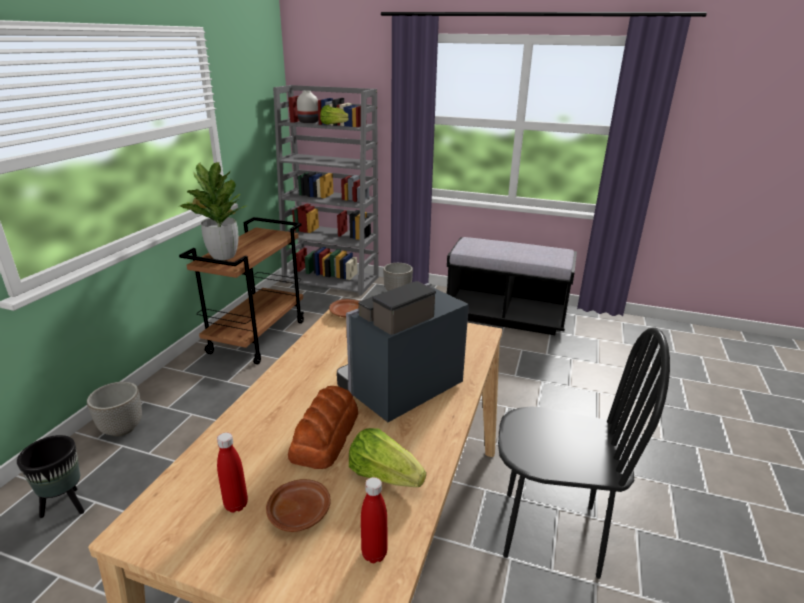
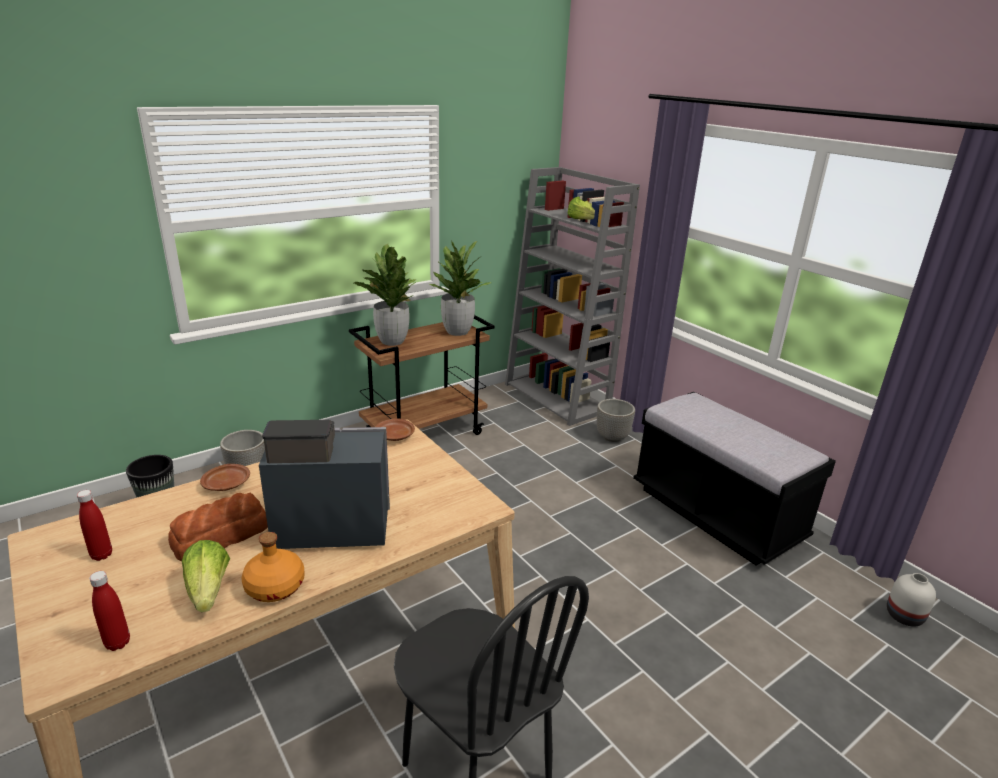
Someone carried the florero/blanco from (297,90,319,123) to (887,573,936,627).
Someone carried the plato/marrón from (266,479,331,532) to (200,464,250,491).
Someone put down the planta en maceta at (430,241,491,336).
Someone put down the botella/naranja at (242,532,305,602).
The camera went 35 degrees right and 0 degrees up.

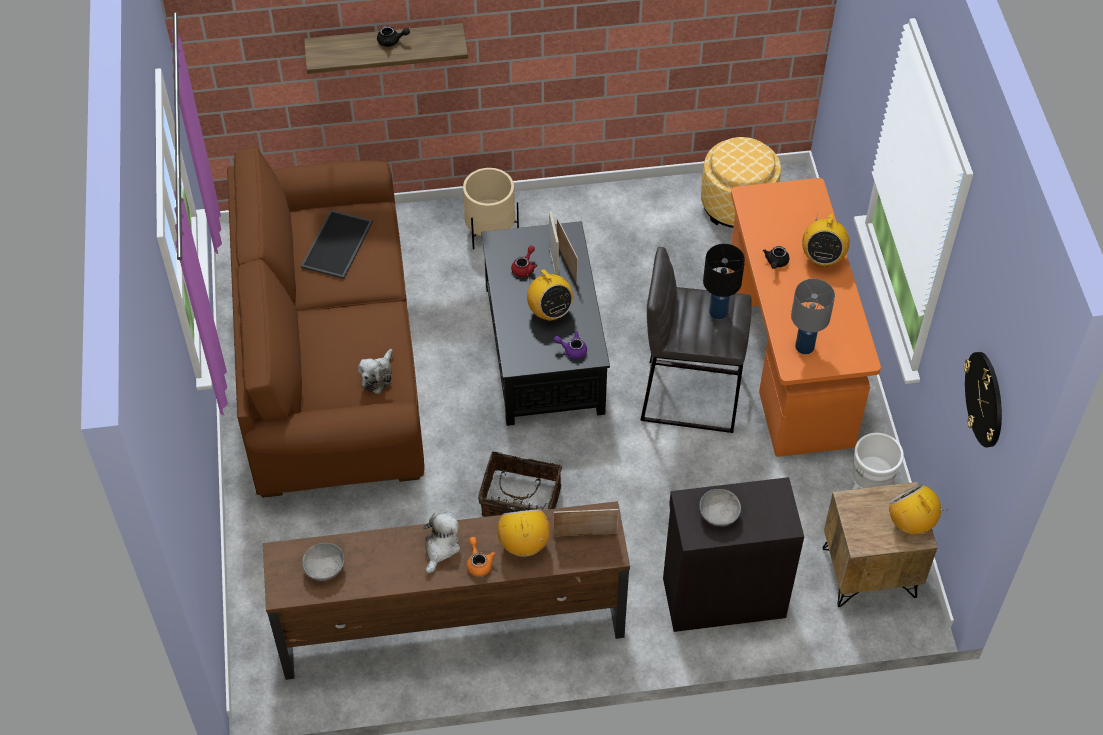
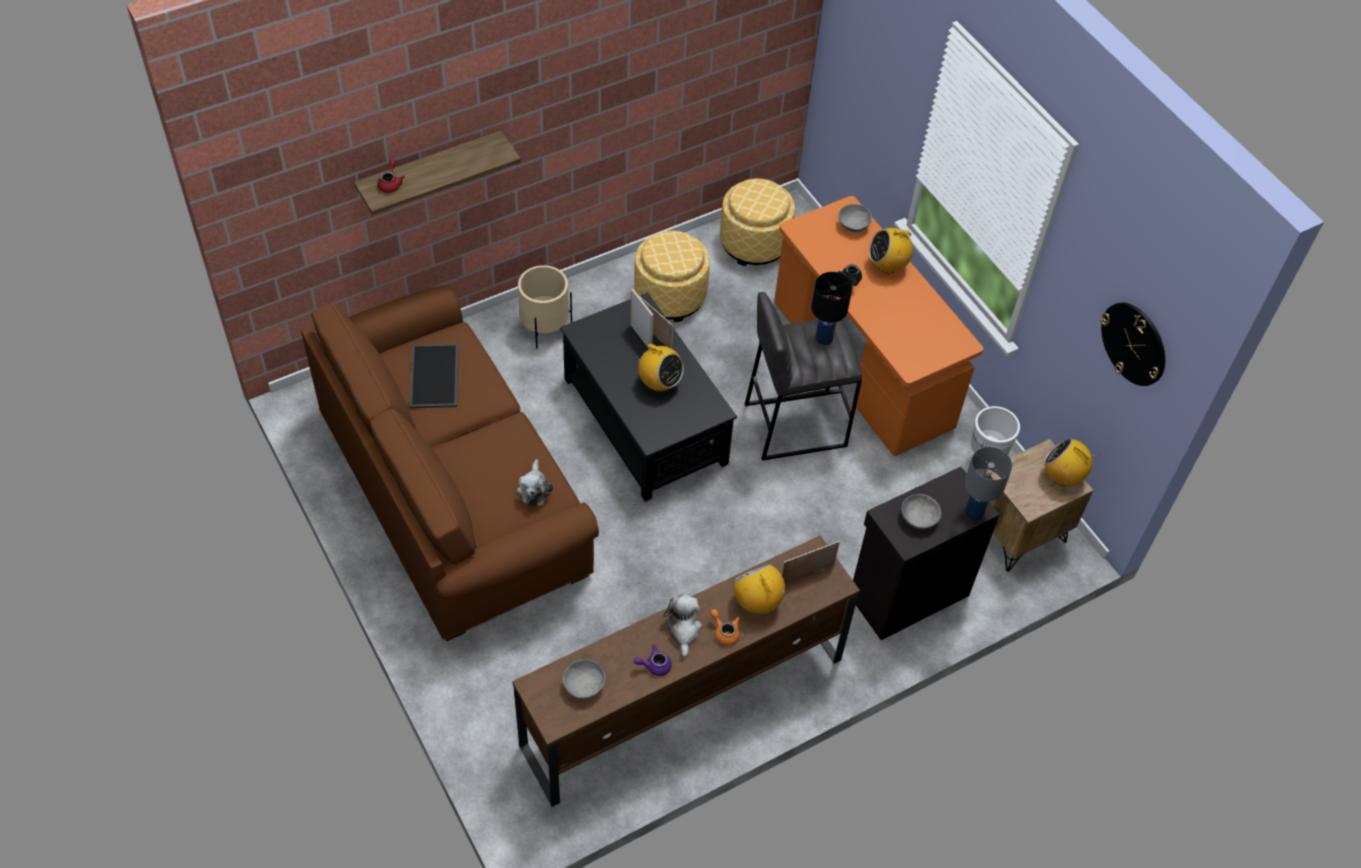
Someone took away the tetera/negro at (377,26,410,47).
Someone rotated the radio at (802,213,849,267) by 90 degrees clockwise.
Someone carried the tetera/rojo from (511,245,537,277) to (377,159,405,193).
Someone carried the lámpara de mesa/gris from (791,279,835,354) to (964,447,1012,521).
Someone carried the tetera/morado from (554,331,587,359) to (634,644,672,676).
Someone took away the cesta at (478,451,562,517).
Someone put down the cuenco/gris at (838,204,872,232).
Someone put down the puf at (634,231,710,322).
The camera went 25 degrees left and 0 degrees up.

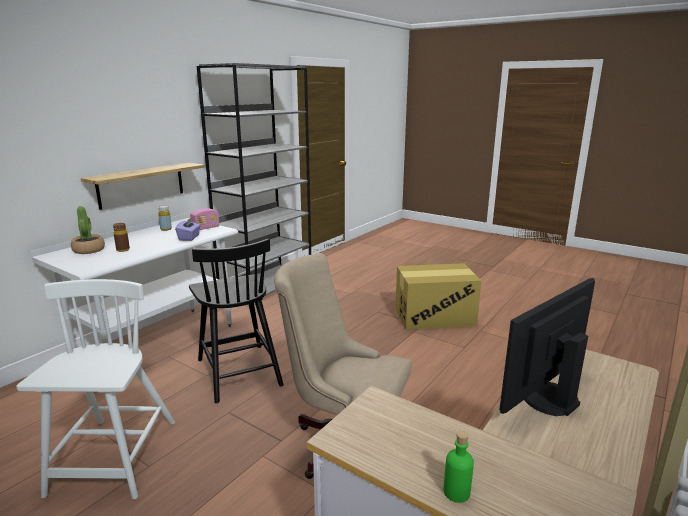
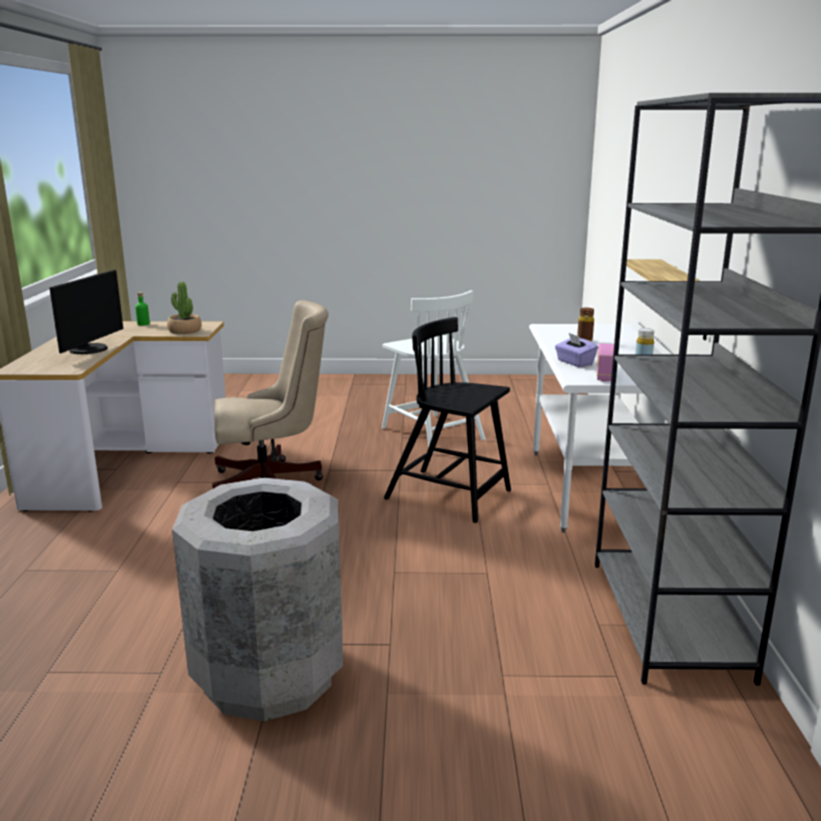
Someone carried the planta en maceta from (71,206,105,254) to (167,282,202,334).
Someone swapped the caja de cartón at (395,263,482,330) for the papelera/gris at (172,478,343,721).
The camera went 145 degrees right and 0 degrees up.

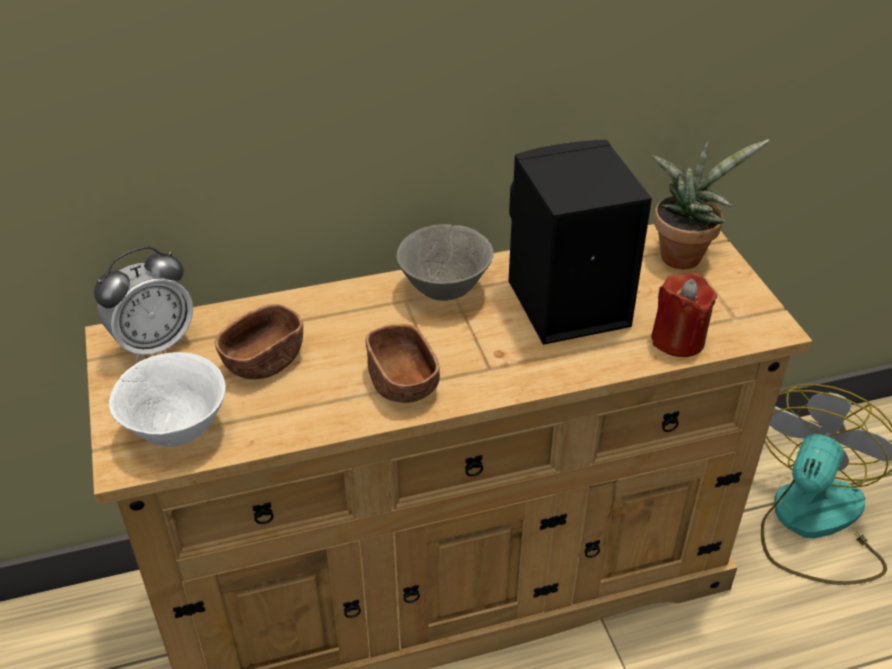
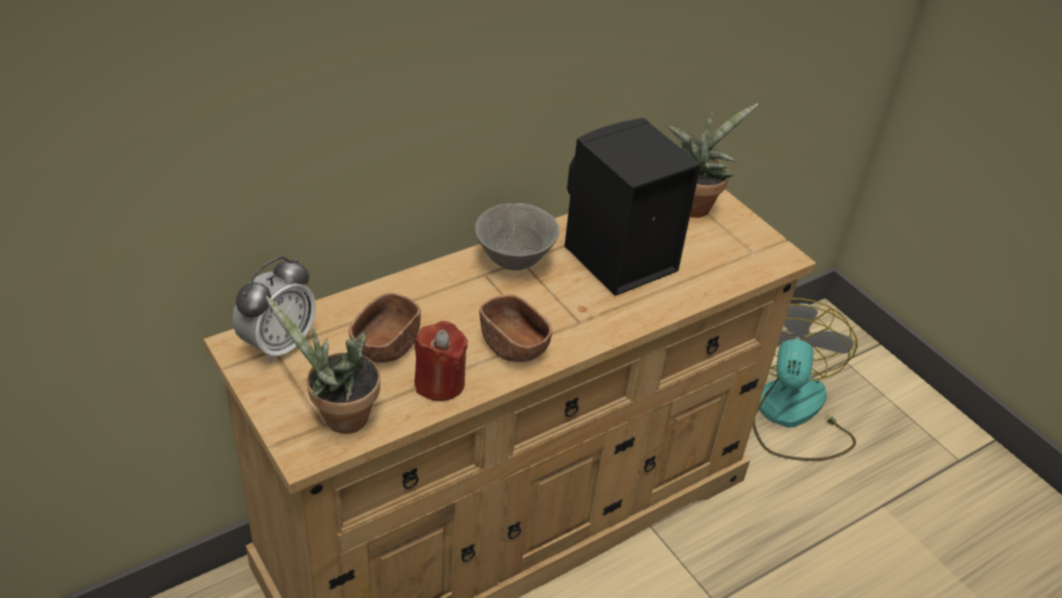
Someone carried the vela/rojo from (651,273,717,357) to (414,321,468,401).
Someone swapped the cuenco/blanco at (109,352,226,447) for the planta en maceta at (266,296,380,434).
The camera went 20 degrees left and 0 degrees up.

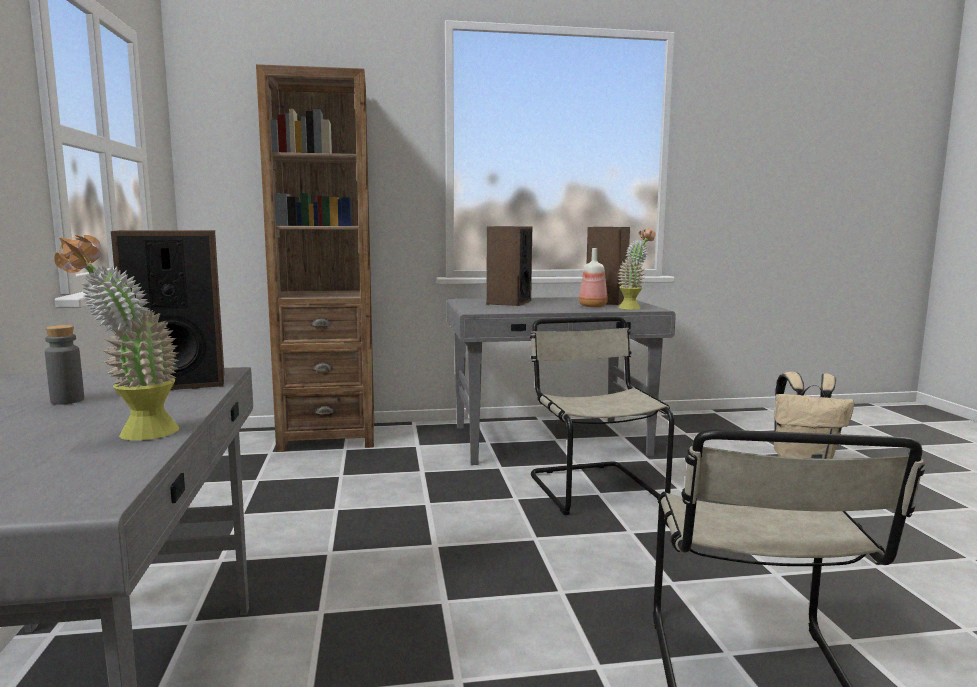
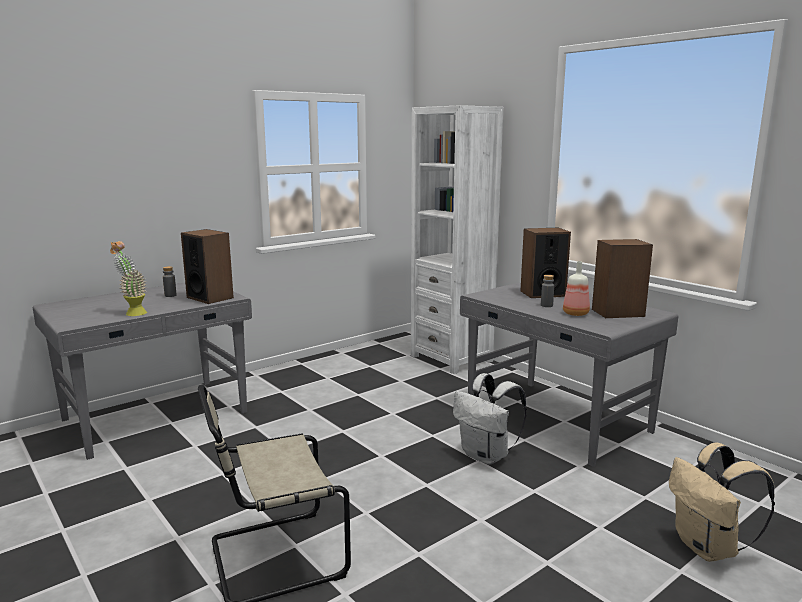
Someone repainted the estantería/marrón at (256,64,374,452), which became the estantería/blanco at (411,105,504,374).
Someone took away the planta en maceta at (618,228,656,310).
Someone swapped the silla/beis at (530,317,674,515) for the mochila/blanco at (453,373,527,465).
Someone put down the botella/gris at (541,275,554,307).
The camera went 60 degrees right and 5 degrees up.

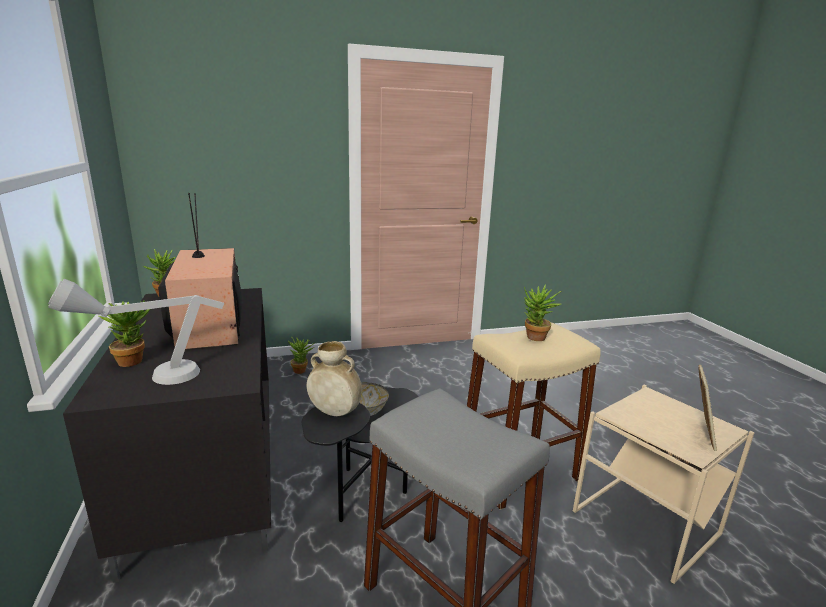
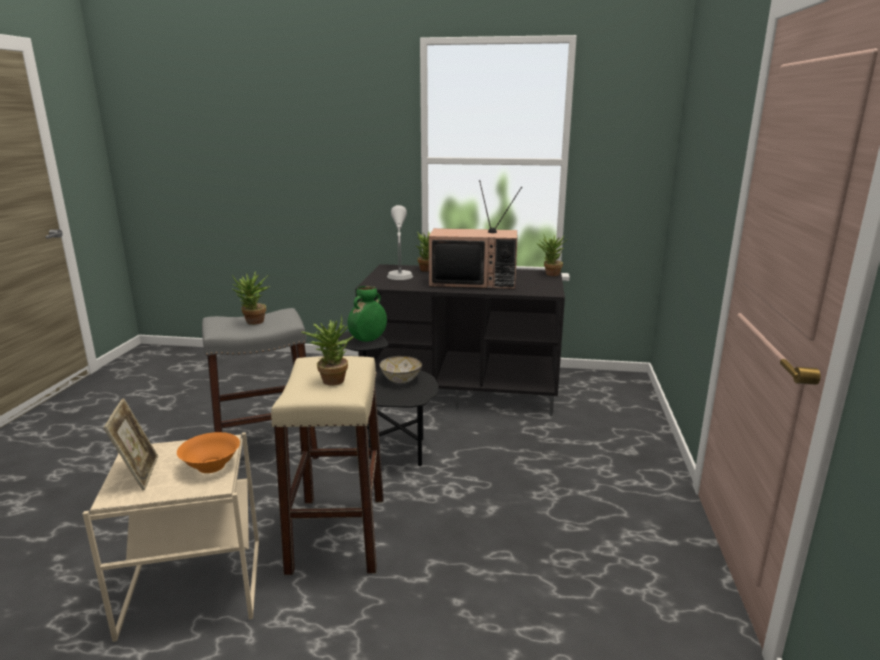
Someone carried the planta en maceta from (288,337,316,374) to (232,271,270,325).
Someone repainted the florero/beis at (307,341,362,416), which became the florero/verde at (347,286,387,342).
Someone rotated the portarretratos at (698,365,717,451) by 150 degrees counterclockwise.
Someone put down the cuenco/naranja at (177,432,240,473).
The camera went 115 degrees right and 0 degrees up.

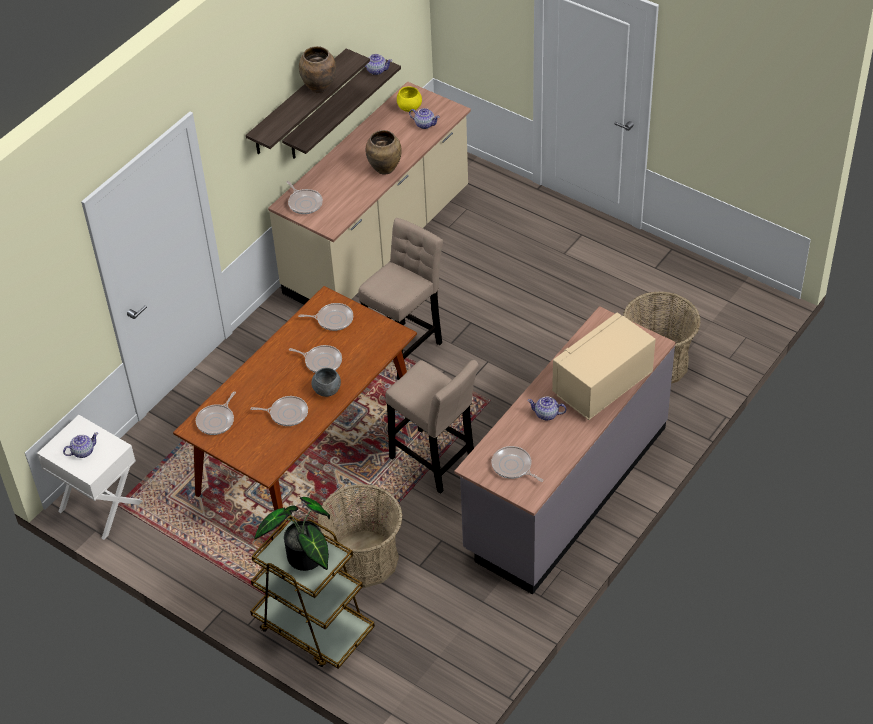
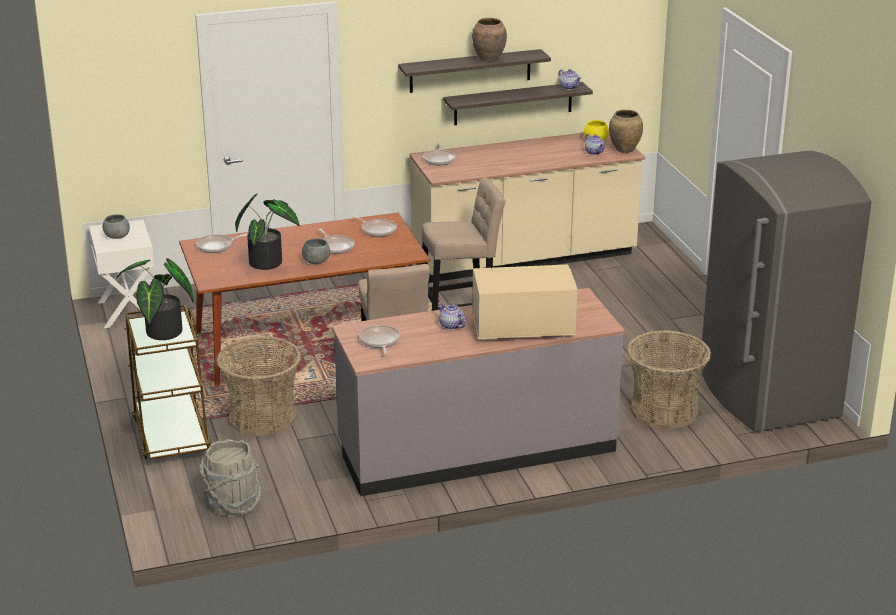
Someone carried the florero/marrón from (366,130,402,175) to (609,110,643,153).
Someone swapped the sartén at (251,396,308,426) for the planta en maceta at (235,194,300,270).
Someone swapped the tetera at (63,433,98,458) for the cuenco/gris at (103,214,130,239).
Someone put down the nevera/gris at (700,151,872,432).
Someone put down the cubo/gris at (200,439,261,517).
The camera went 35 degrees right and 20 degrees down.

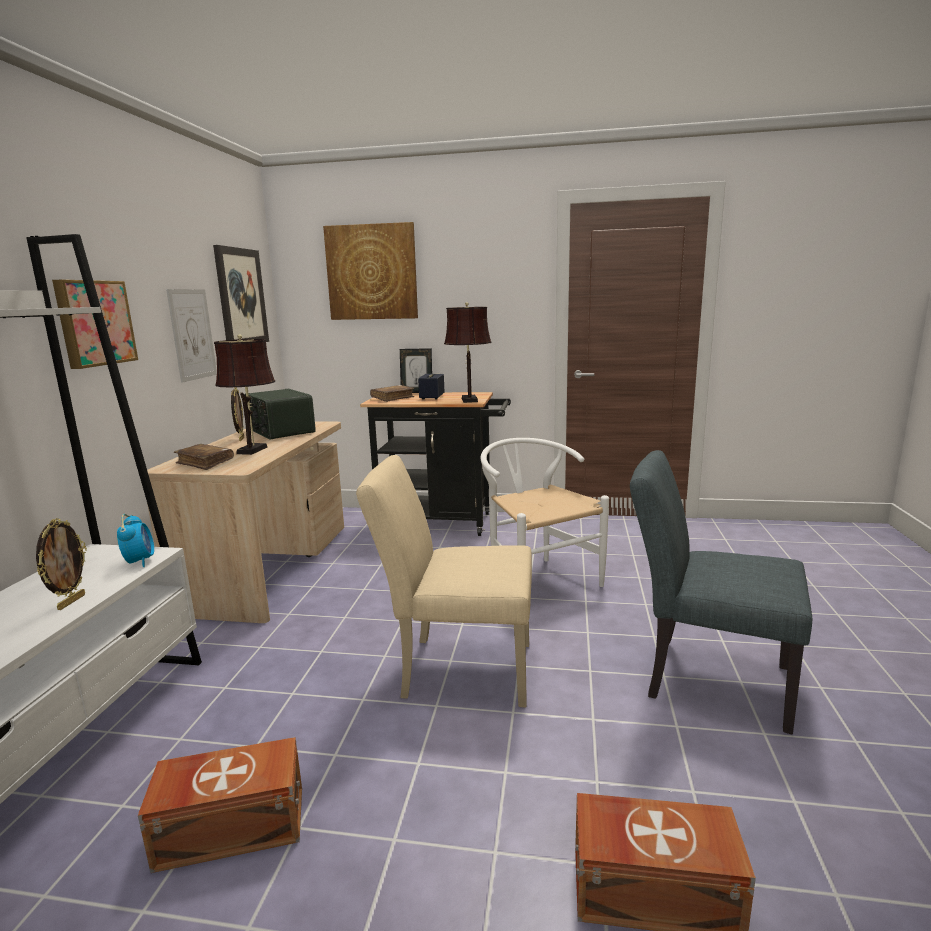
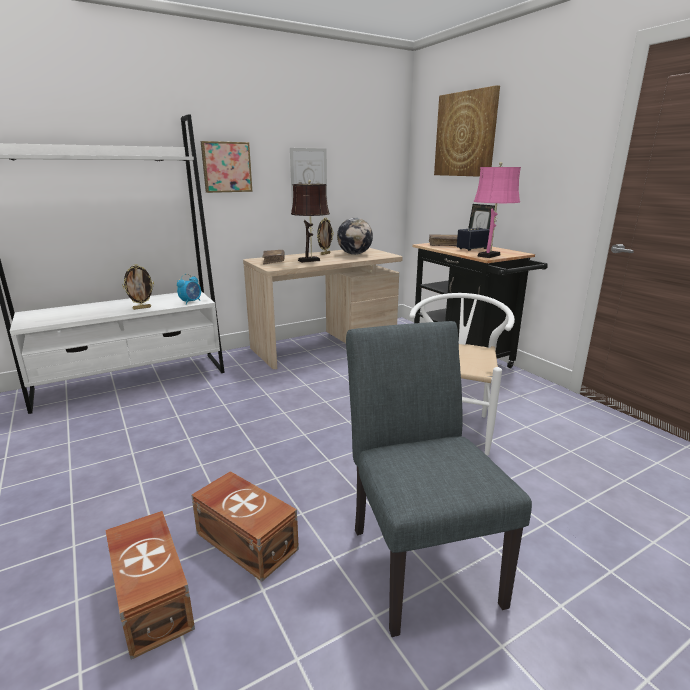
Someone took away the cuadro at (213,245,269,342).
Someone repainted the lámpara de mesa/marrón at (444,302,491,403), which became the lámpara de mesa/rosa at (474,162,521,258).
Someone swapped the radio at (245,389,316,440) for the globo terráqueo at (337,218,373,255).
Someone took away the silla/beis at (356,455,532,708).
Someone carried the caja de almacenaje/marrón from (138,737,302,873) to (191,471,299,581).
The camera went 50 degrees right and 5 degrees up.

